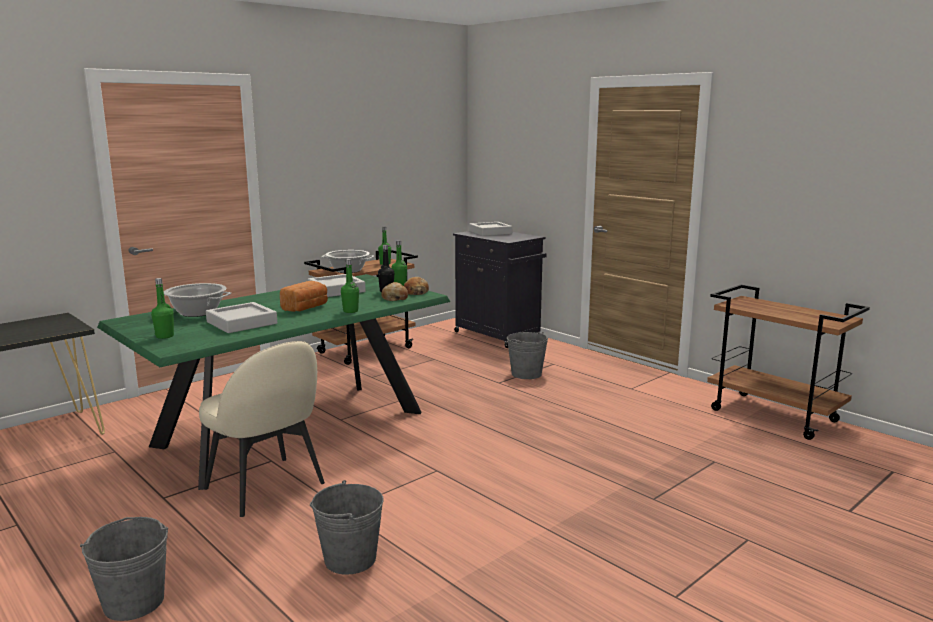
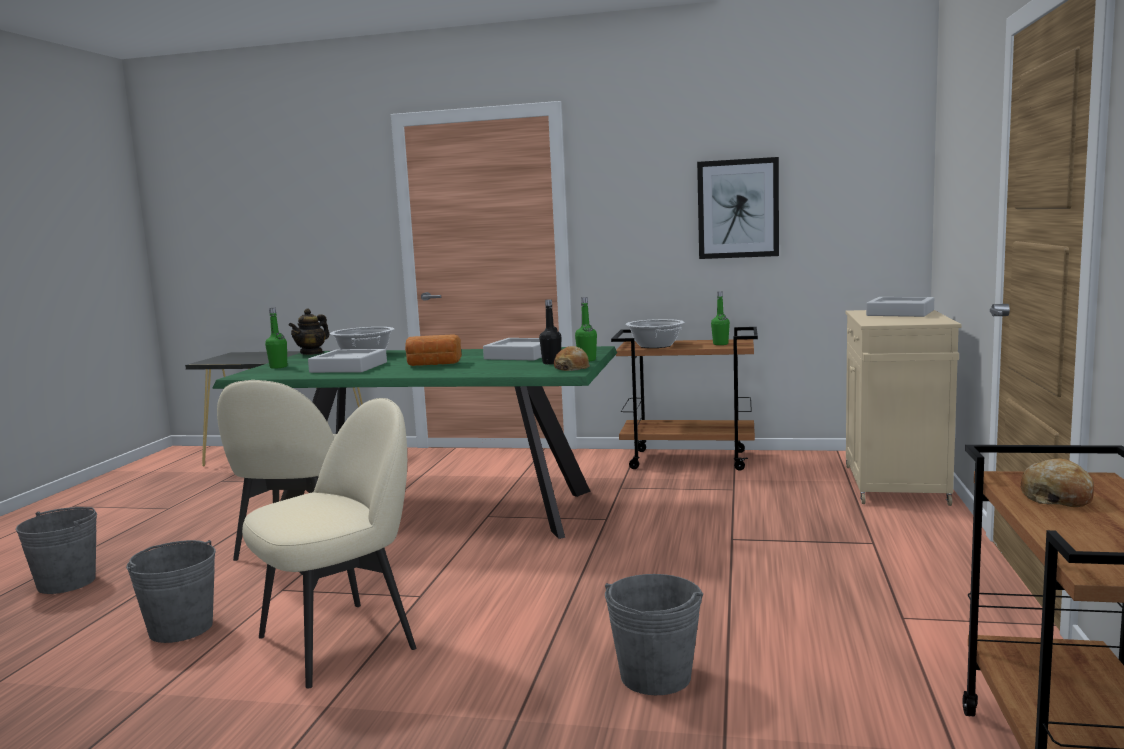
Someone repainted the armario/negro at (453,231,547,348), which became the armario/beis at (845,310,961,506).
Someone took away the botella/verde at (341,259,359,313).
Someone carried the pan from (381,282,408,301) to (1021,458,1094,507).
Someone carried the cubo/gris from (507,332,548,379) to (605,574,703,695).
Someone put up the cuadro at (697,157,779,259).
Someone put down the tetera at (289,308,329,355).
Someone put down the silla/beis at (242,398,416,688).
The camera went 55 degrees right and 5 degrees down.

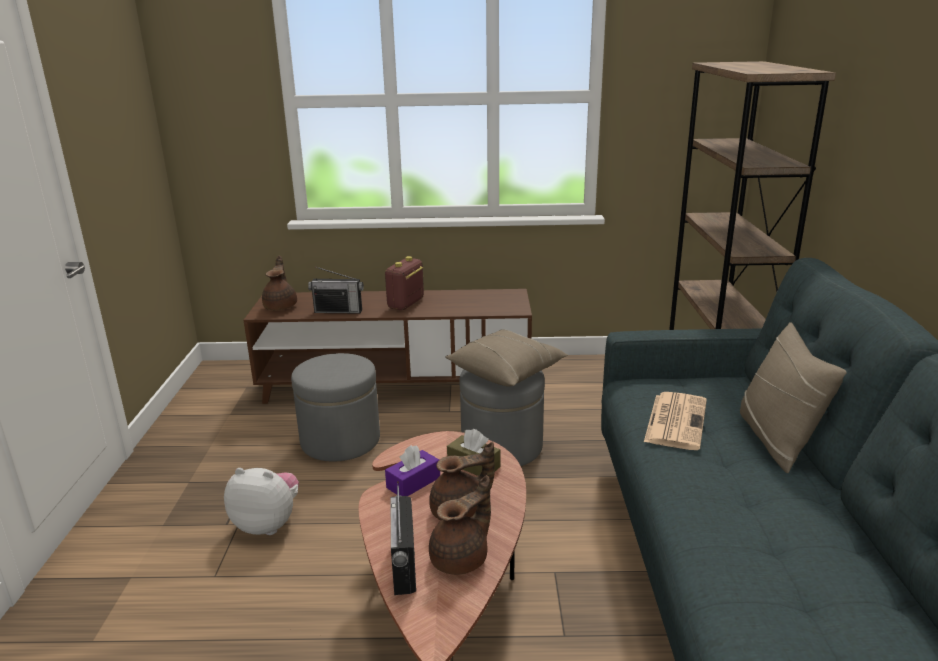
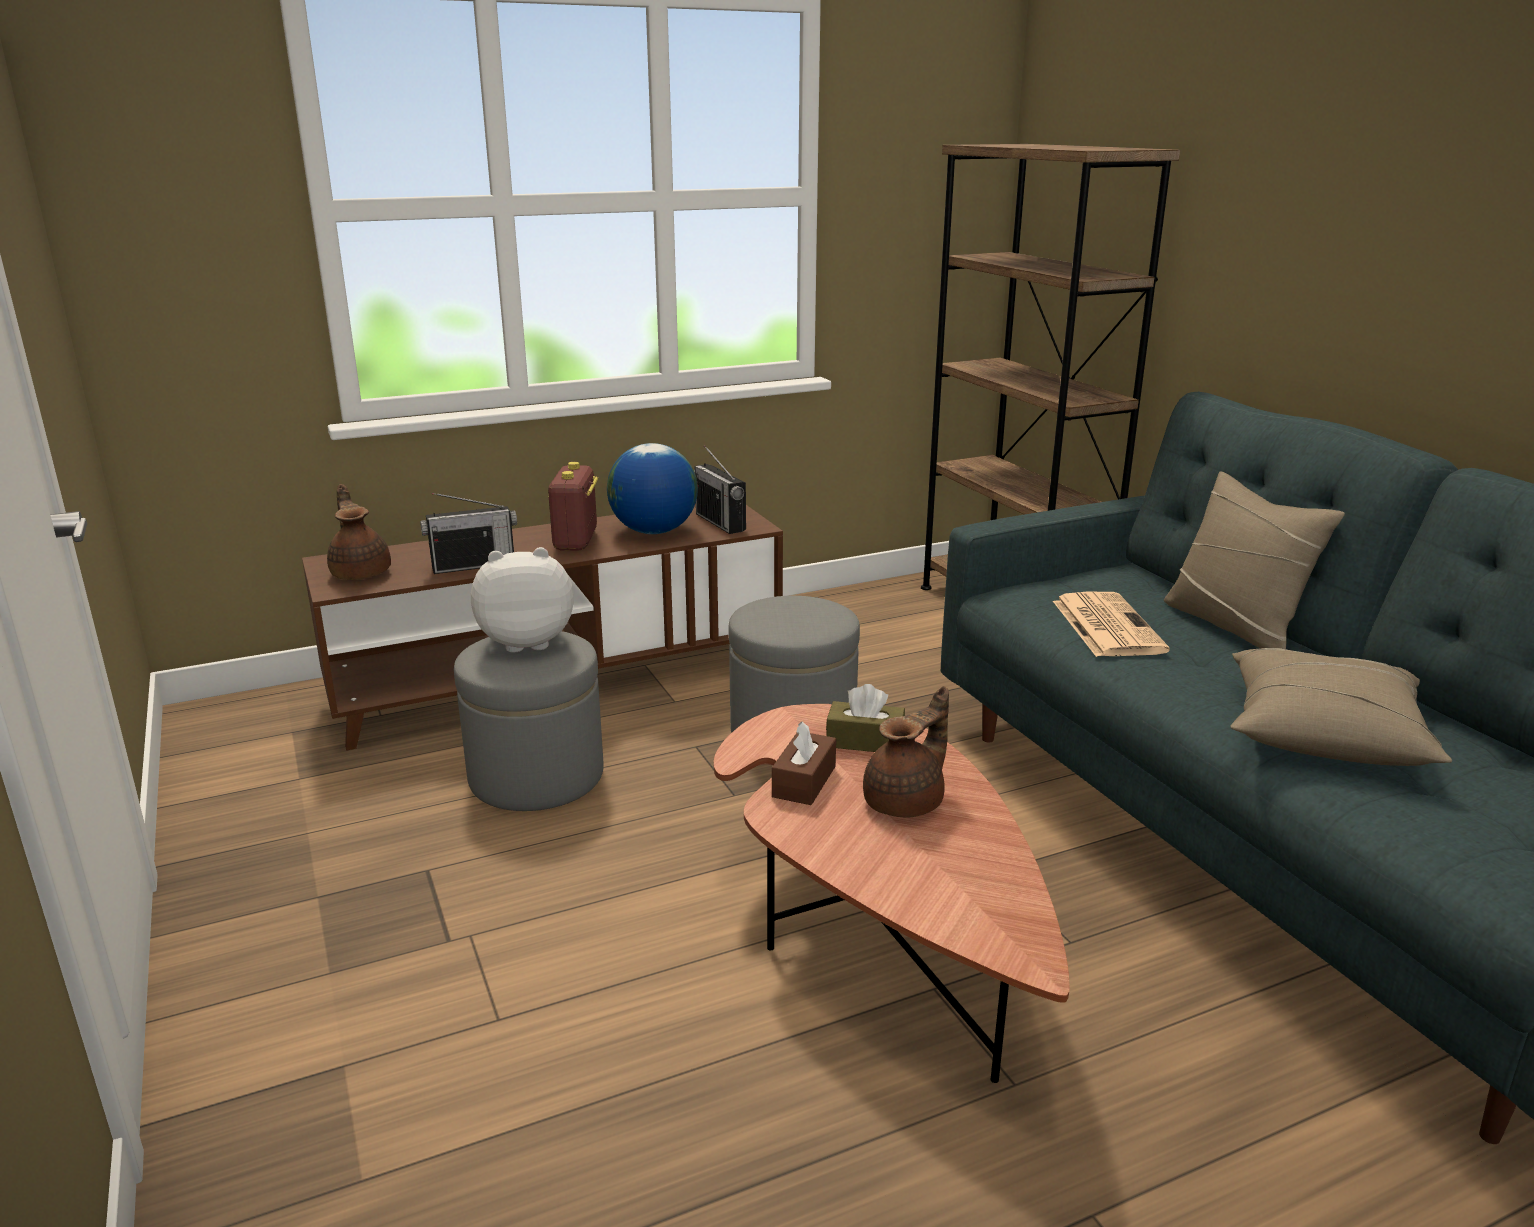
Someone carried the cojín/beis from (445,329,568,386) to (1230,648,1452,766).
Someone repainted the caja de pañuelos/morado at (385,445,440,496), which became the caja de pañuelos/marrón at (772,721,836,805).
Someone carried the peluche from (224,468,299,535) to (471,547,574,653).
Someone took away the tetera/marrón at (429,475,491,575).
Someone carried the radio from (391,481,416,595) to (694,445,746,534).
Someone put down the globo terráqueo at (607,443,698,534).
The camera went 25 degrees left and 0 degrees up.

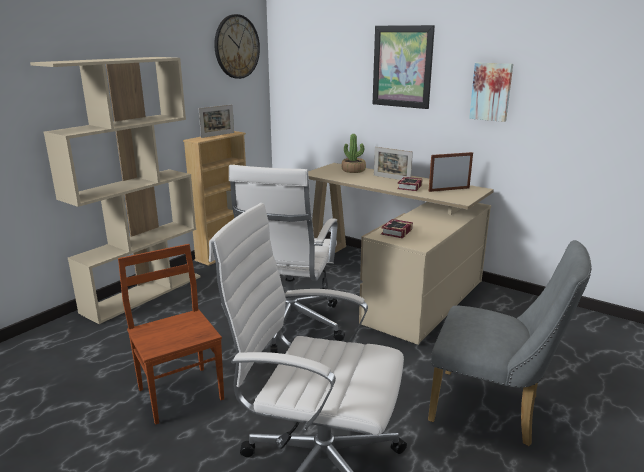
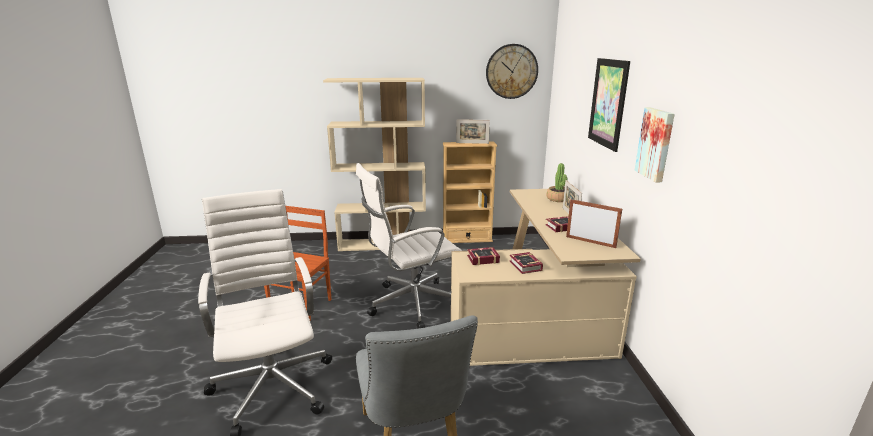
Someone put down the libro at (509,252,543,274).
The camera went 50 degrees right and 0 degrees up.

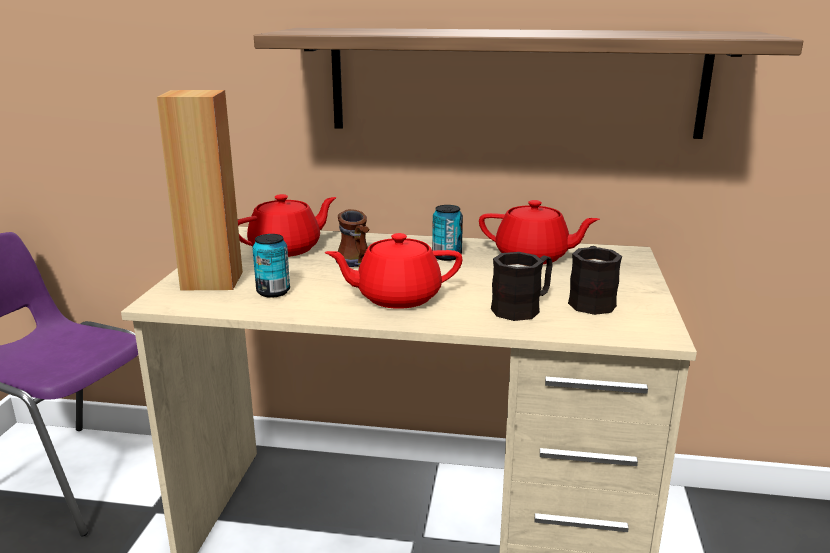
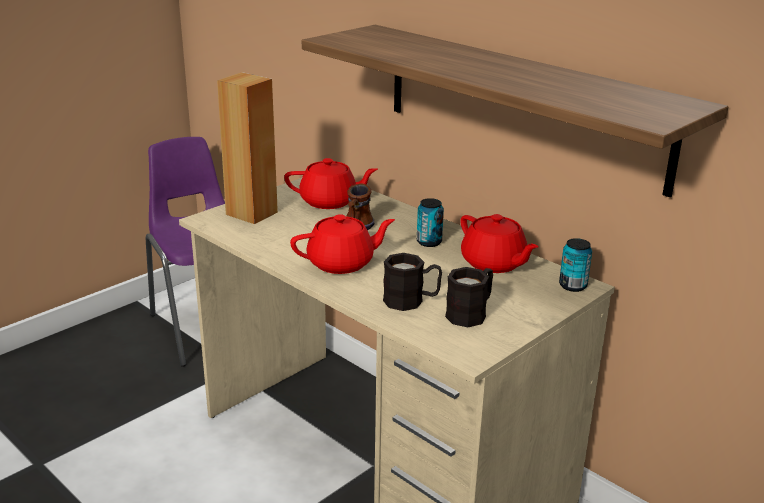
Someone rotated the tetera/rojo at (324,233,463,309) by 135 degrees clockwise.
Someone carried the lata from (252,234,290,298) to (559,238,592,292).
The camera went 35 degrees right and 5 degrees up.

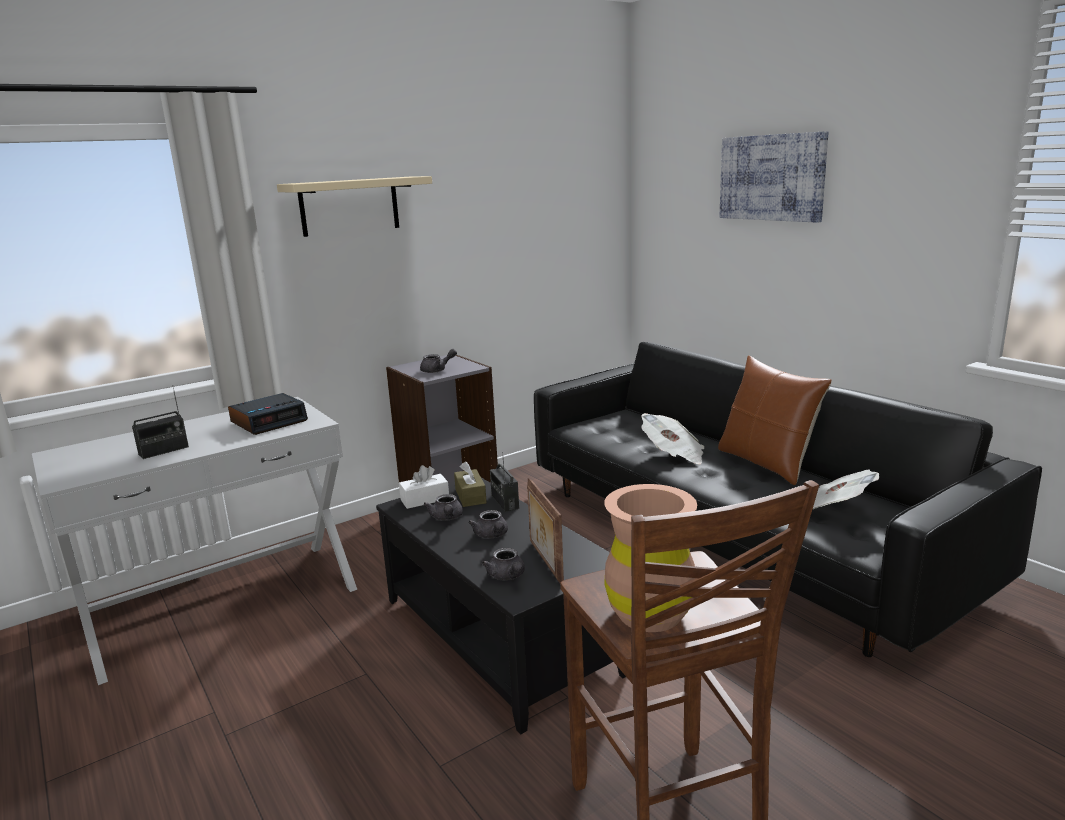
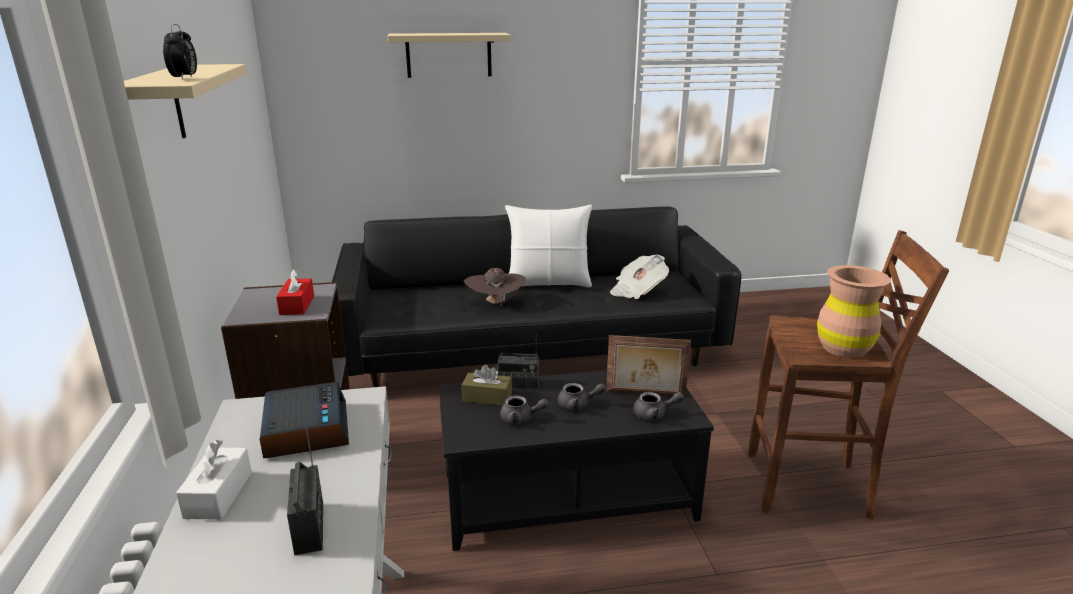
Someone swapped the cuadro at (720,131,829,223) for the estante/beis at (387,33,511,78).
Someone swapped the tetera/gris at (420,349,457,373) for the caja de pañuelos/rojo at (276,269,314,315).
Someone repainted the cojín/marrón at (718,355,832,485), which became the cojín/blanco at (505,205,592,288).
Someone swapped the periódico at (641,413,704,464) for the sombrero/marrón at (464,268,526,304).
Someone carried the caja de pañuelos/blanco from (399,465,449,509) to (176,440,252,520).
Someone put down the despertador at (163,24,197,80).
The camera went 65 degrees left and 5 degrees up.

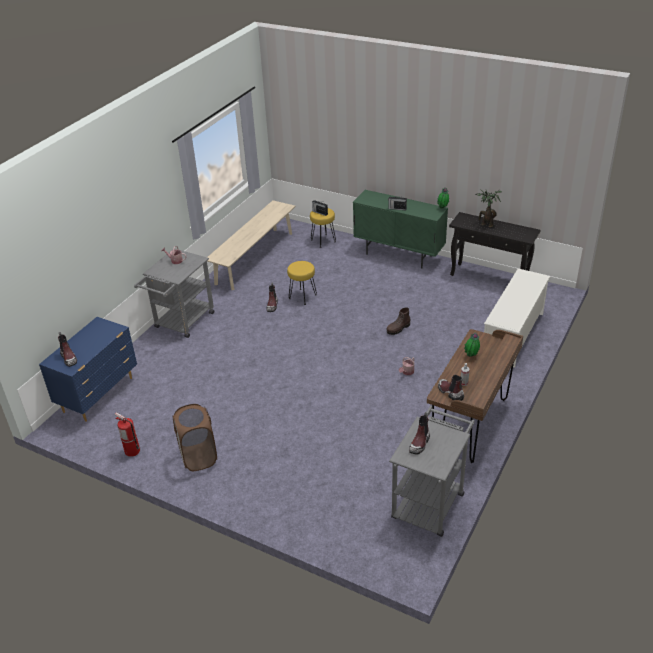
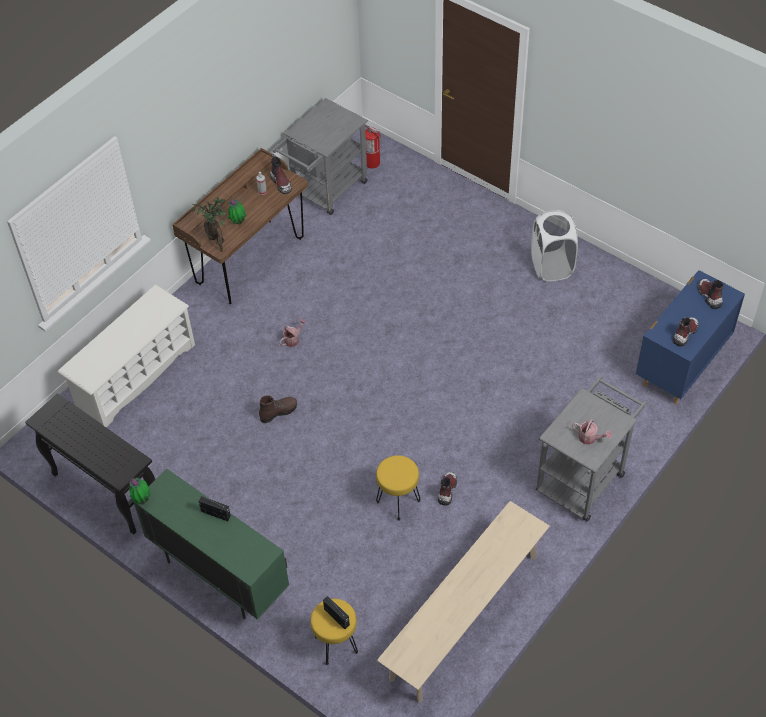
Someone carried the planta en maceta from (476,190,502,227) to (192,197,227,252).
Someone repainted the cesto de la ropa/marrón at (172,404,217,471), which became the cesto de la ropa/blanco at (531,210,578,282).
Someone carried the extintor from (114,412,140,457) to (365,125,381,169).
Someone carried the bota from (409,412,430,454) to (673,317,698,347).
The camera went 170 degrees left and 15 degrees up.

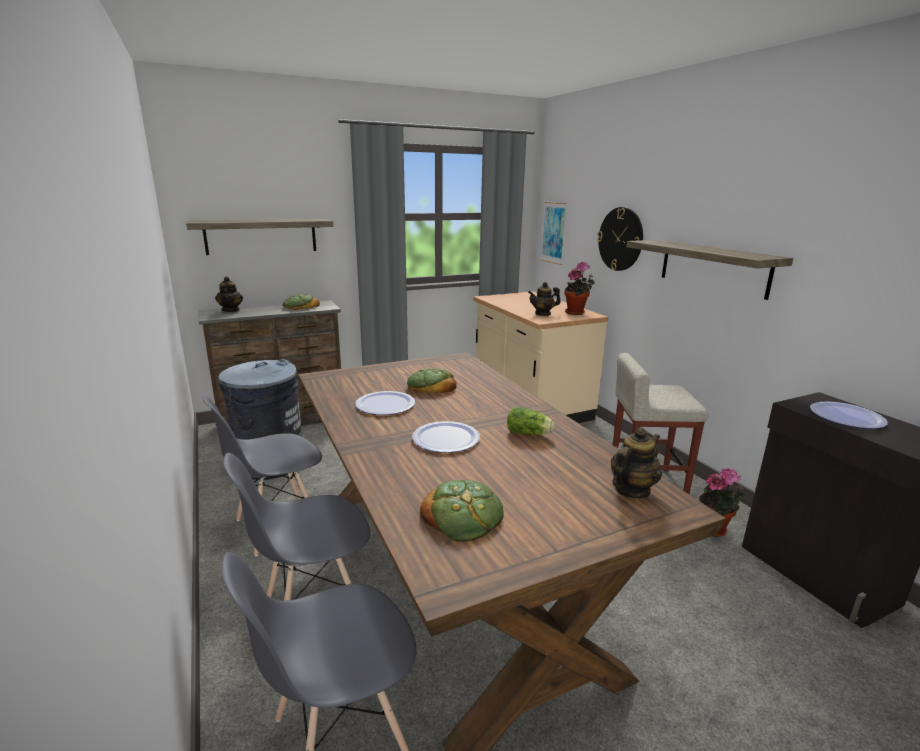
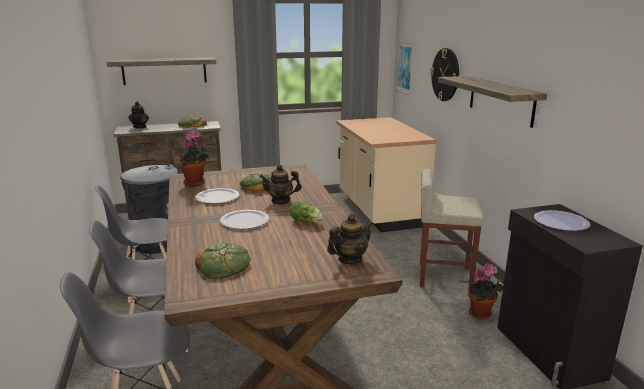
Someone carried the planta en maceta from (564,262,595,315) to (178,130,209,186).
Someone carried the tetera from (528,282,561,316) to (259,165,302,204).
The camera went 10 degrees right and 0 degrees up.

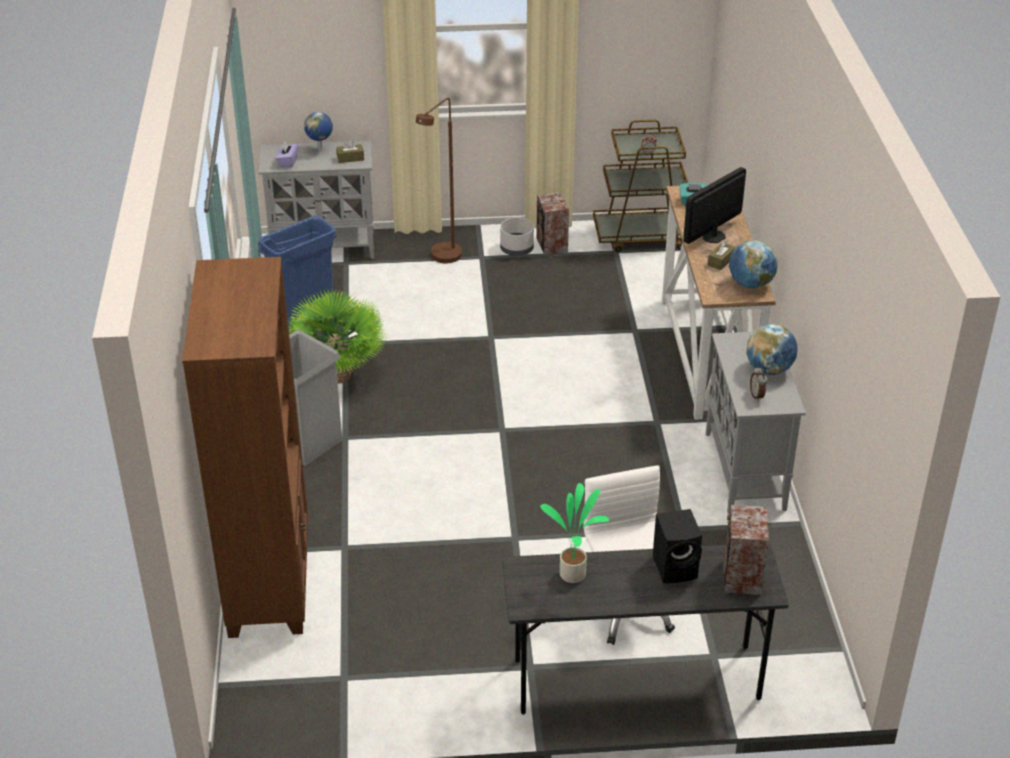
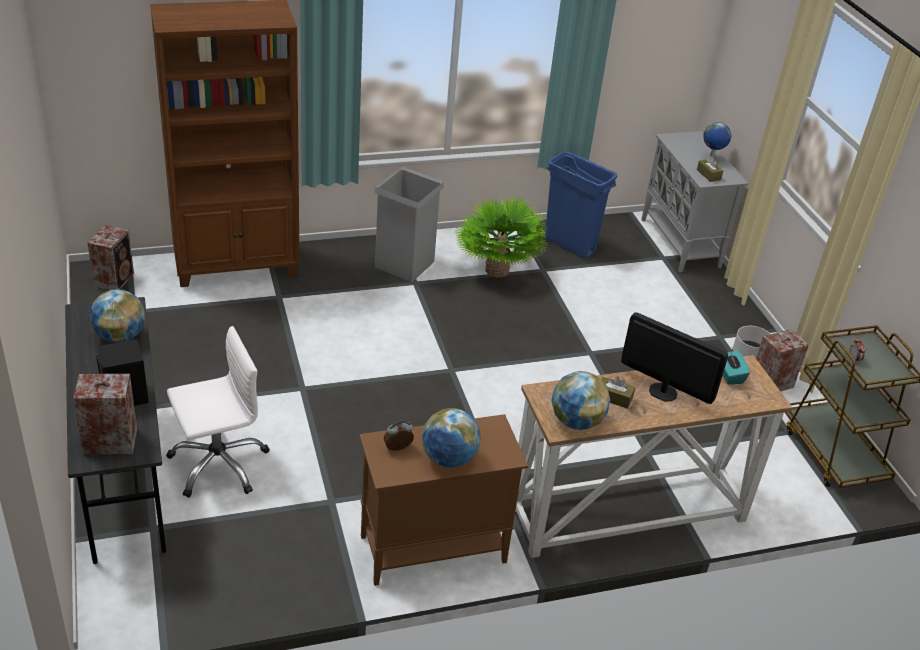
Someone took away the lámpara de pie/marrón at (416,98,462,263).
Someone took away the caja de pañuelos/morado at (276,141,298,167).
Someone repainted the armario/gris at (706,332,806,514), which became the armario/marrón at (359,414,528,586).
Someone swapped the planta en maceta at (540,483,610,583) for the globo terráqueo at (89,289,145,343).
Someone put down the altavoz at (87,225,134,290).
The camera went 75 degrees right and 0 degrees up.

